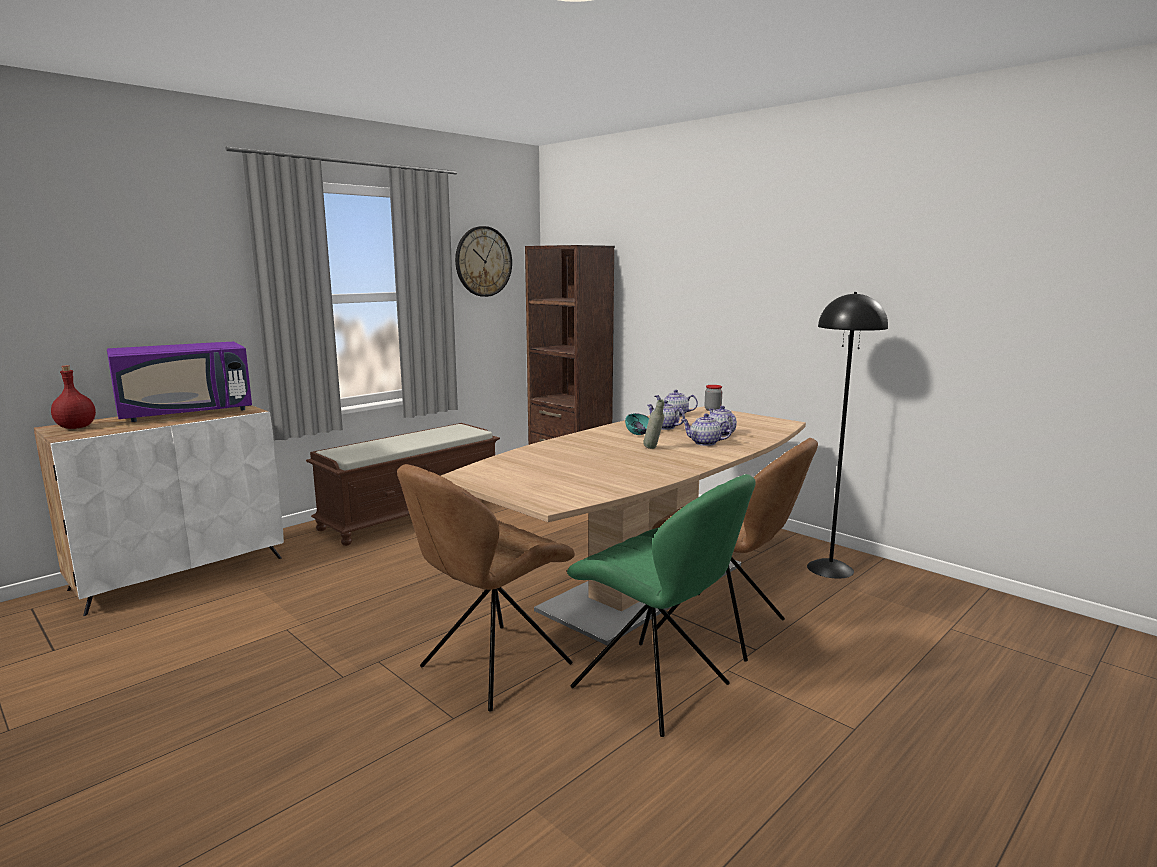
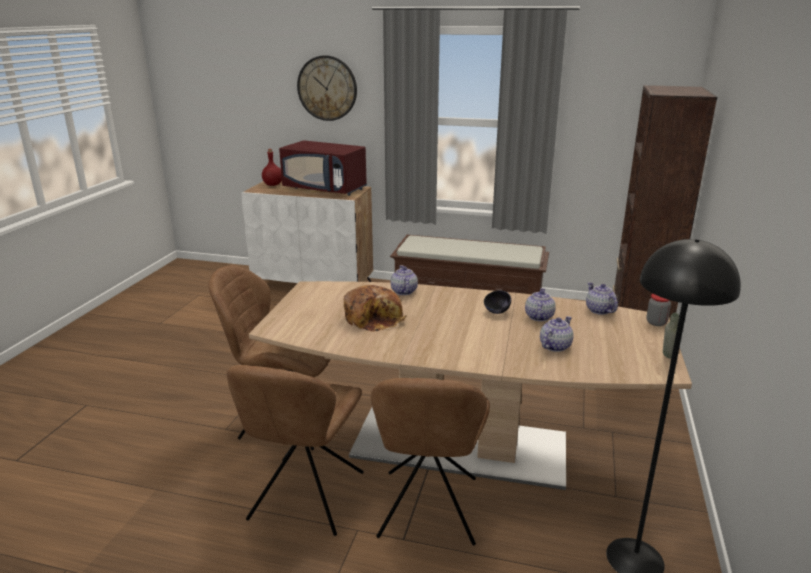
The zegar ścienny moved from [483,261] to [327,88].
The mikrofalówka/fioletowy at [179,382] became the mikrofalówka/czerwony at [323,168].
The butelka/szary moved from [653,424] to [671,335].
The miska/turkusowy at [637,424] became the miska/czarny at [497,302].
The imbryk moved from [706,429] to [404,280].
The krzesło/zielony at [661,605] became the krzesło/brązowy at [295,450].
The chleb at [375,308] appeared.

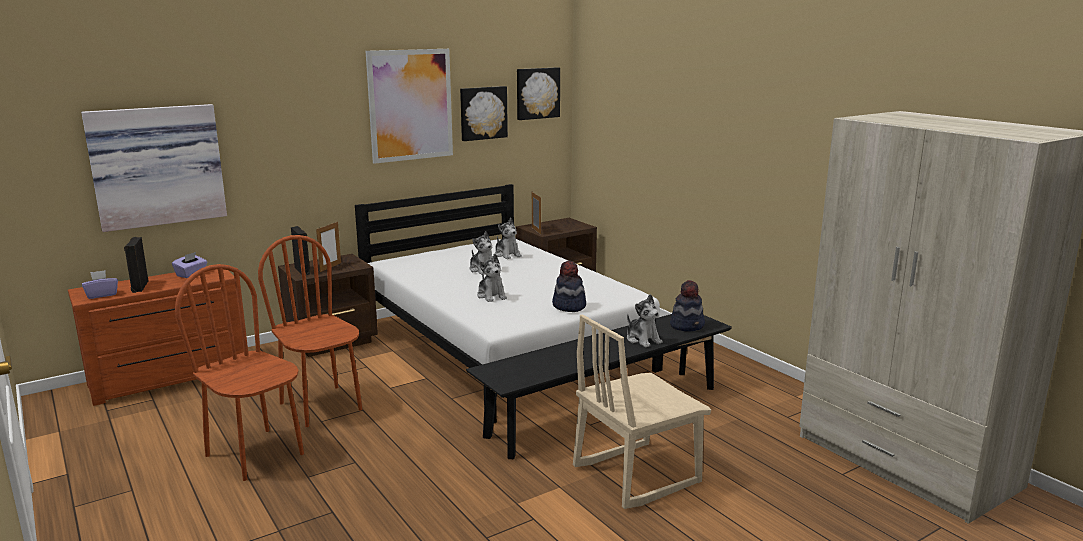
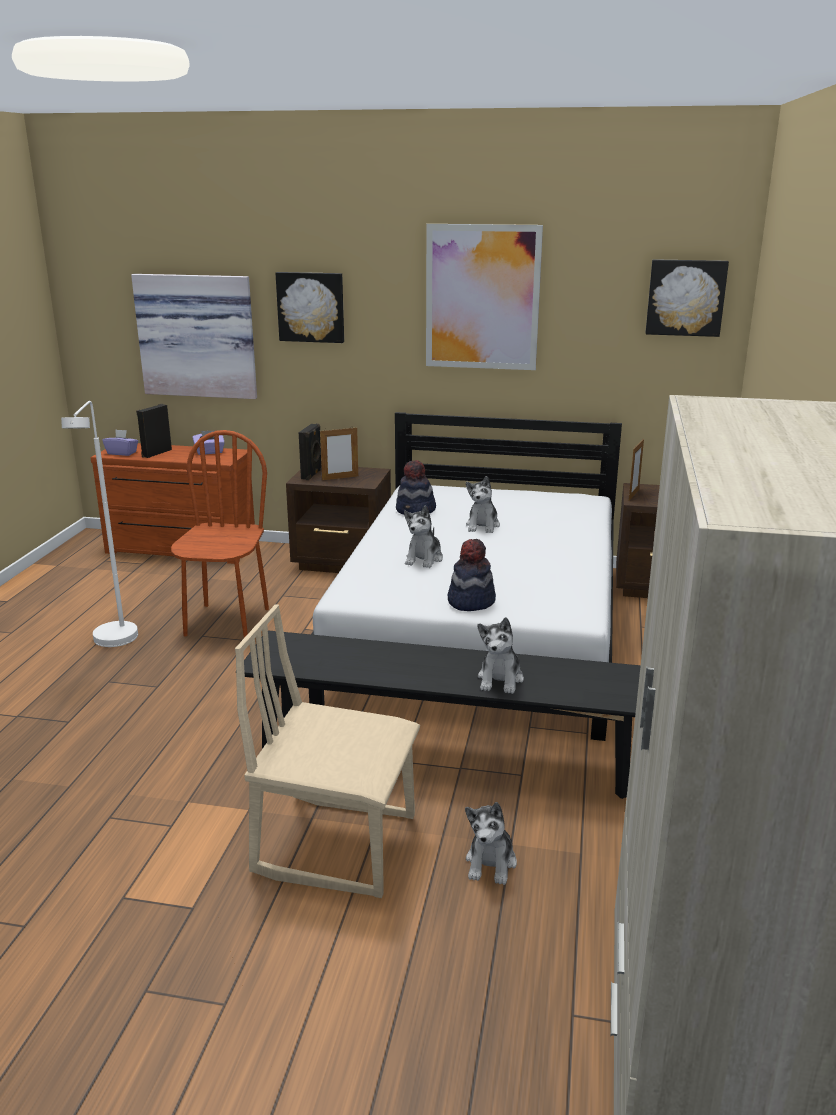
The obraz moved from [484,113] to [309,307].
The pluszak moved from [508,238] to [491,843].
The krzesło/brązowy at [239,372] was replaced by the lampa stojąca/biały at [99,524].
The kapelusz moved from [687,306] to [416,487].

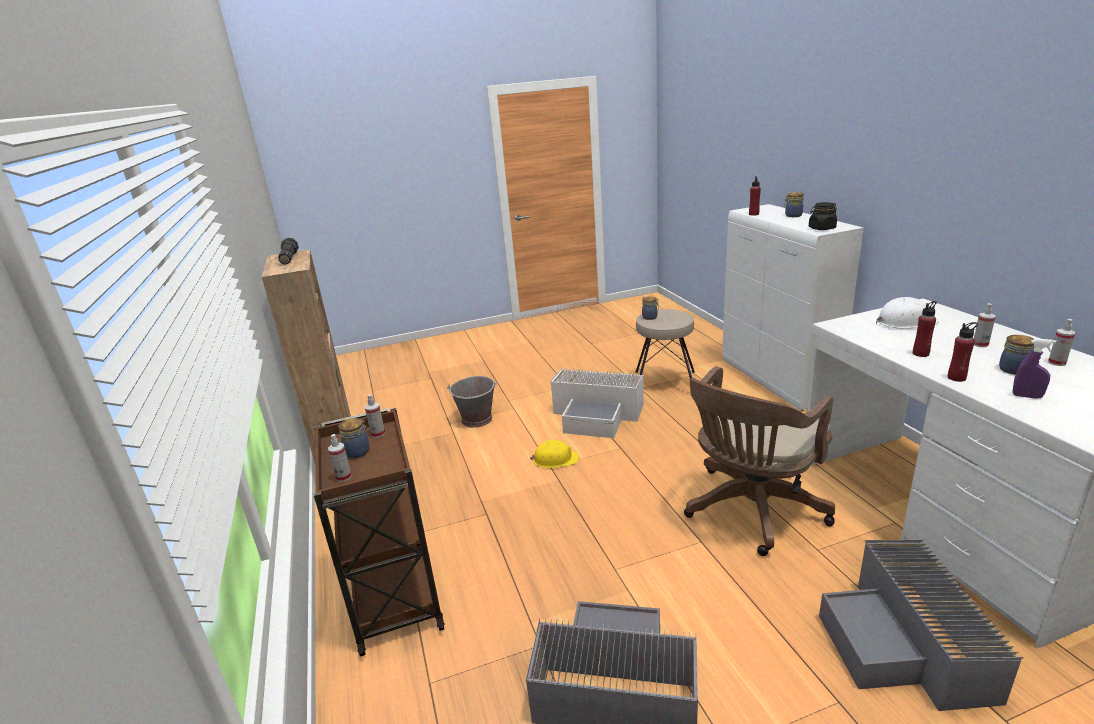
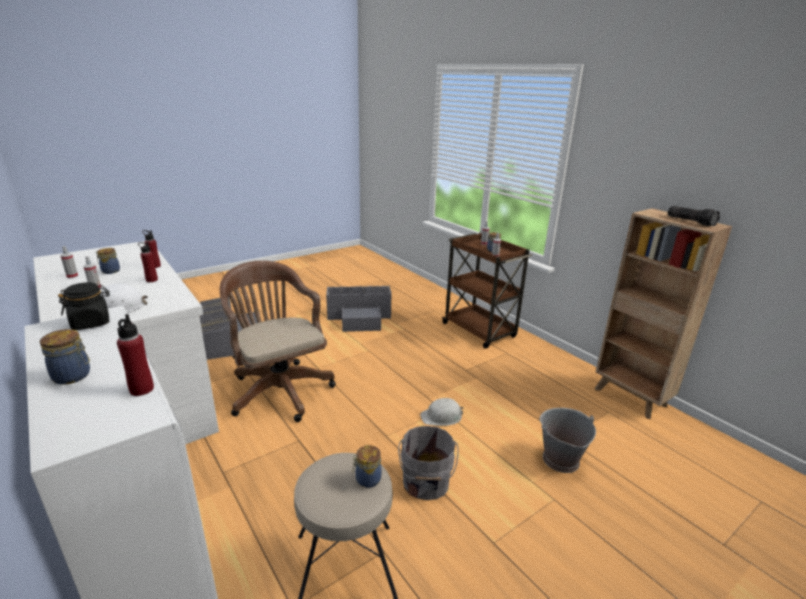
The spryskiwacz/fioletowy at [1034,369] disappeared.
The krzesło biurowe/brązowy at [759,461] turned 60 degrees counterclockwise.
The pojemnik do przechowywania/biały at [597,403] was replaced by the wiadro/szary at [428,463].
The kask/żółty at [554,454] became the kask/biały at [441,412].

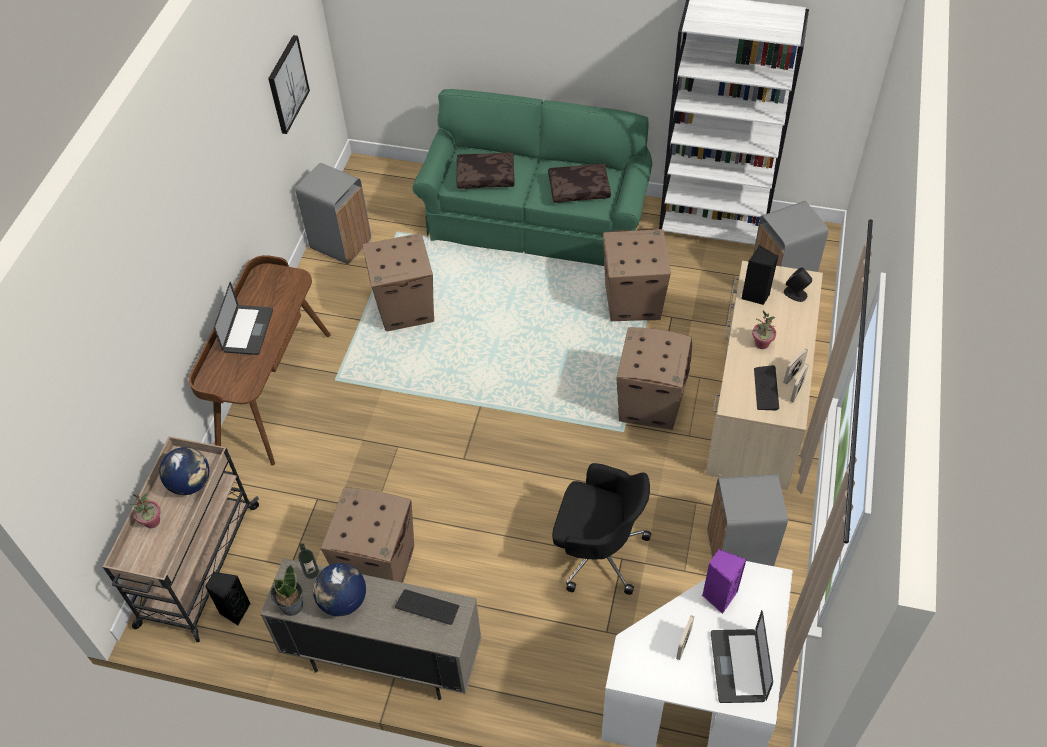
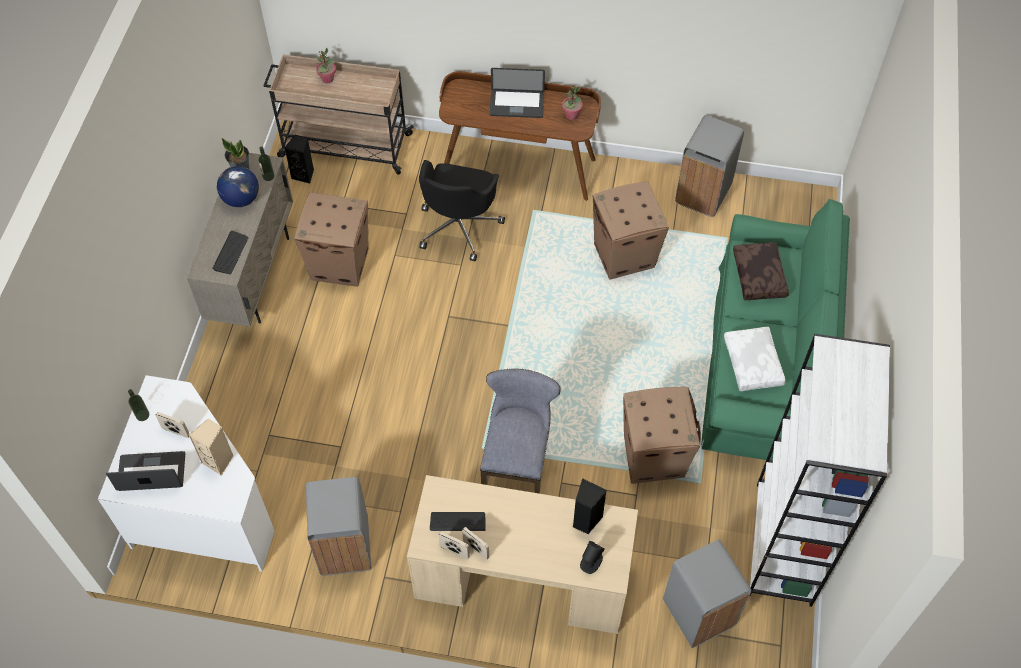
The obraz at [289,84] disappeared.
The poduszka/brązowy at [579,183] became the poduszka/biały at [755,359].
The roślina doniczkowa moved from [764,330] to [572,103].
The karton at [654,378] was replaced by the stołek/szary at [520,431].
The globus at [184,471] disappeared.
The krzesło biurowe/czarny moved from [601,529] to [462,210].
The głośnik/fioletowy at [724,581] became the głośnik/beżowy at [211,447].
The butelka at [138,405] appeared.

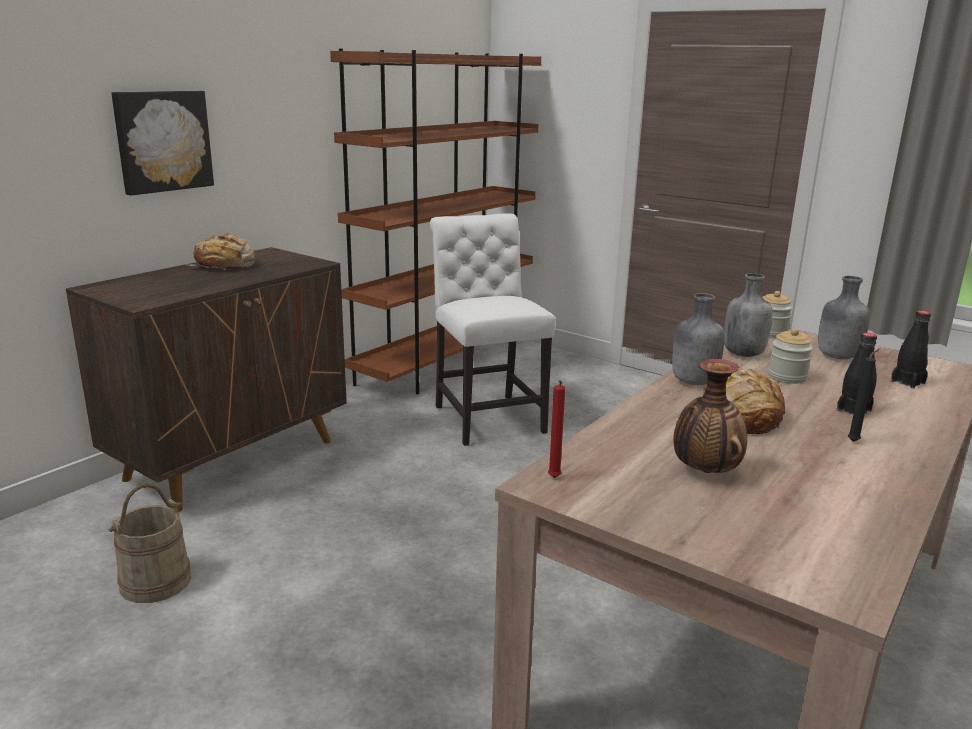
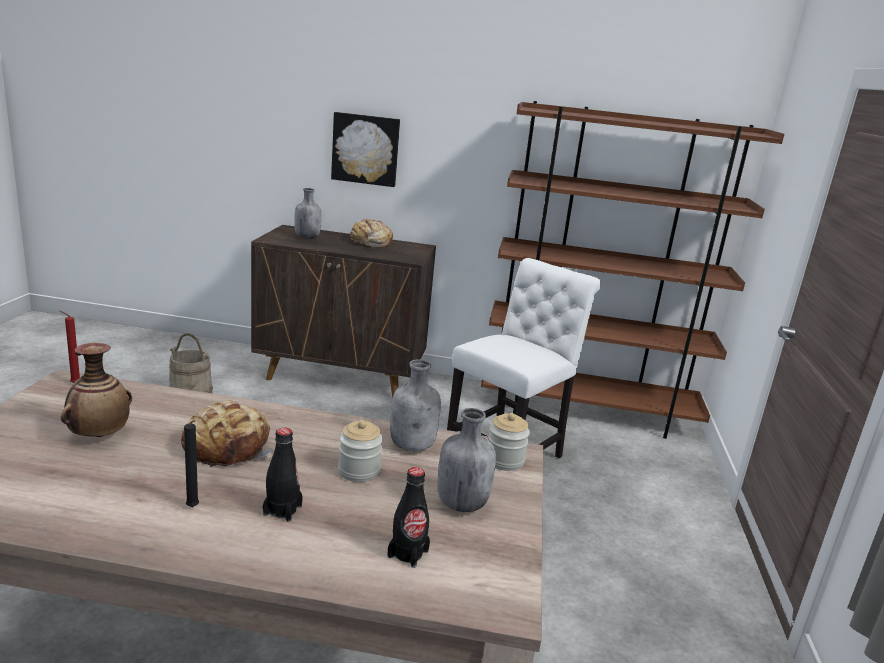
The butelka/szary moved from [698,339] to [307,213].

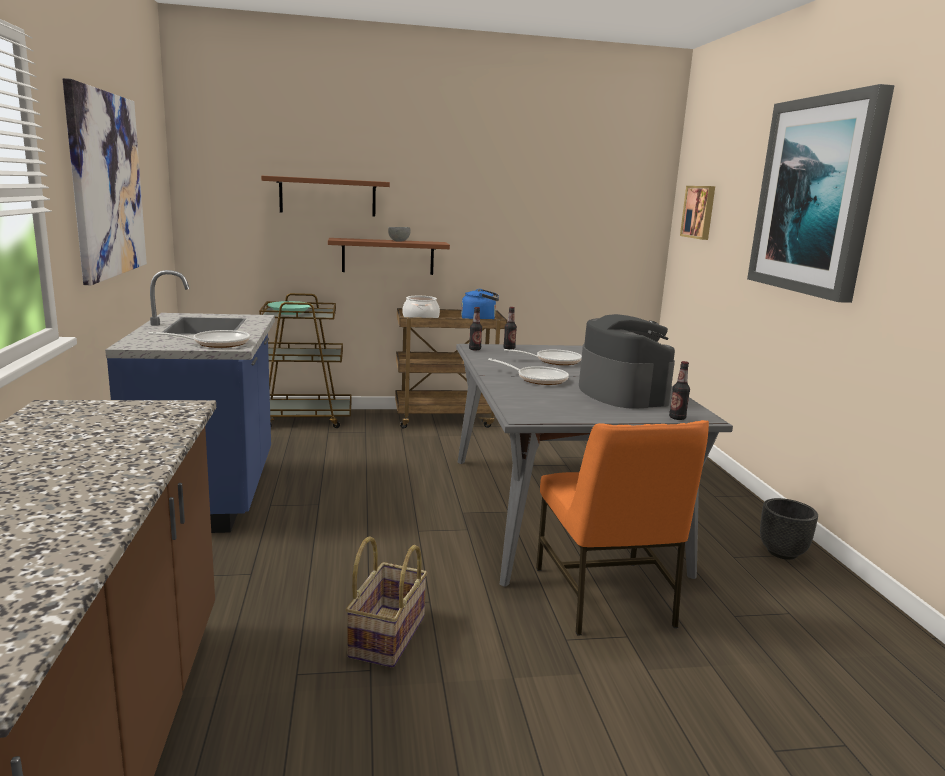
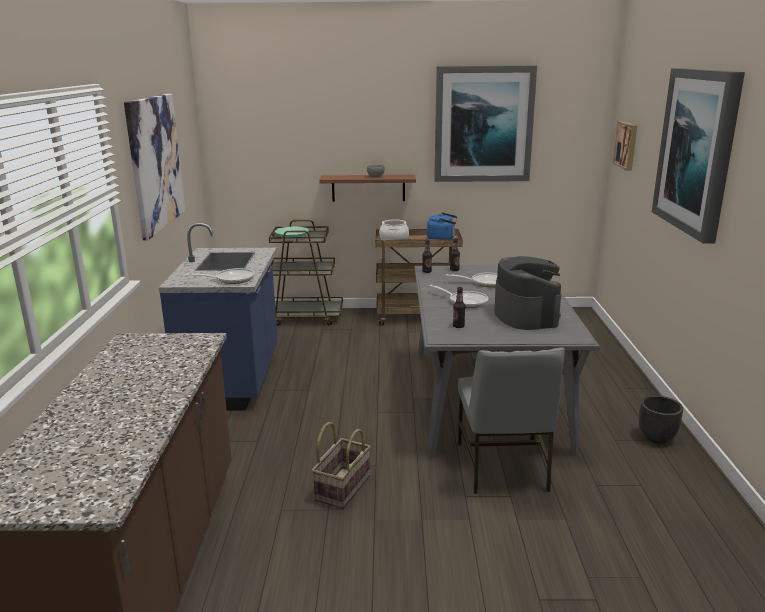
The półka/brązowy at [325,196] disappeared.
The butelka moved from [679,390] to [459,307].
The krzesło/pomarańczowy at [622,528] became the krzesło/szary at [511,421].
The obraz at [485,124] appeared.

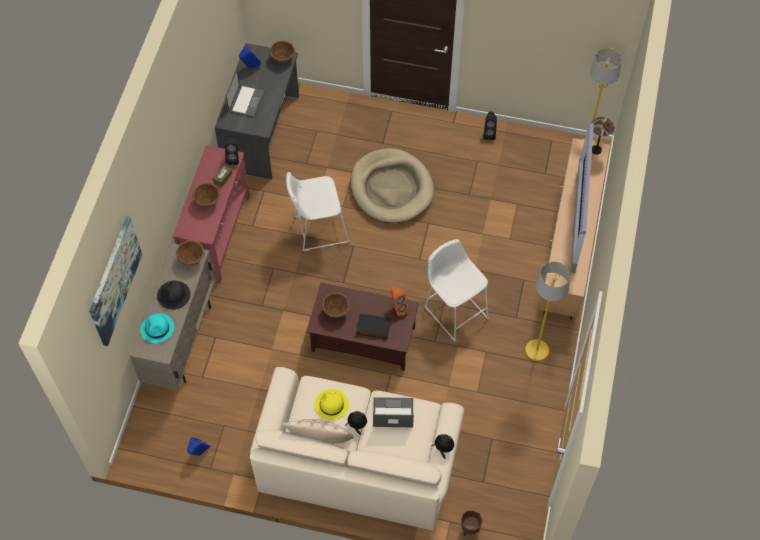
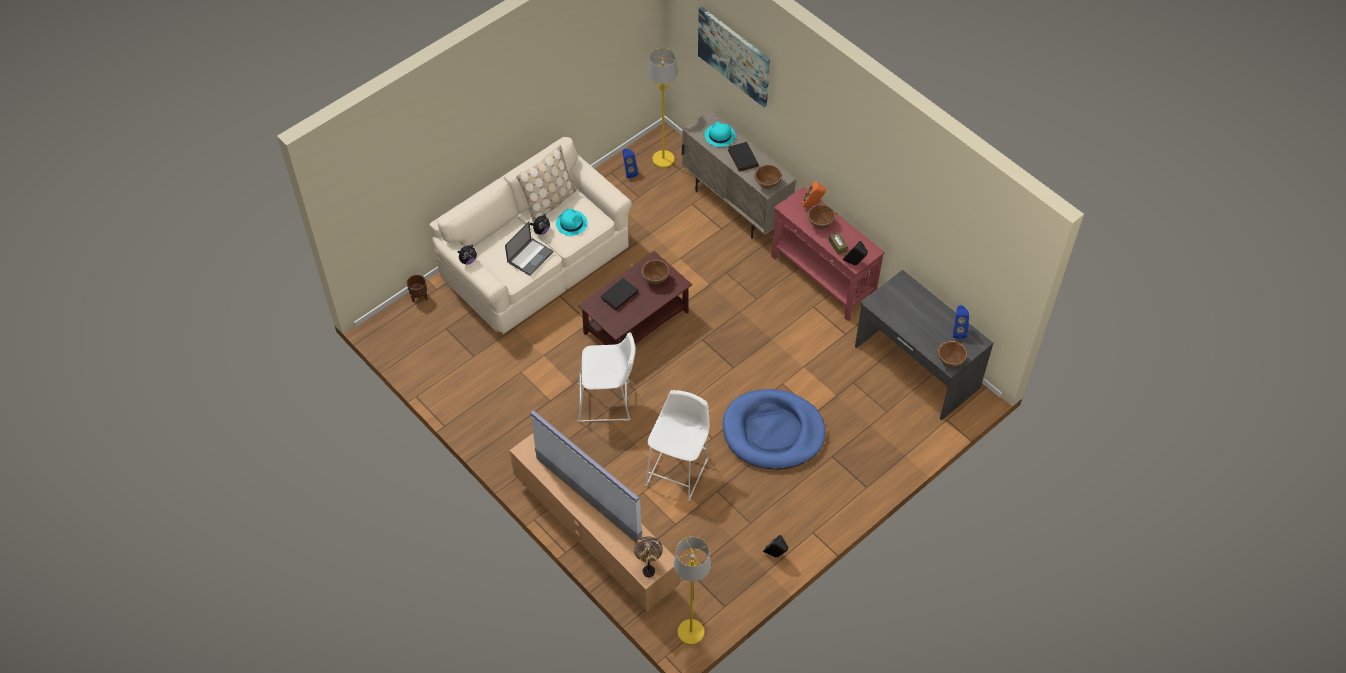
The laptop at [245,93] disappeared.
The legowisko/beżowy at [392,185] became the legowisko/niebieski at [774,429].
The stołek/biały moved from [318,211] to [677,445].
The lampa stojąca/żółty moved from [547,311] to [663,108].
The kapelusz/czarny at [173,295] was replaced by the książka/czarny at [743,157].
The głośnik/pomarańczowy moved from [399,301] to [814,194].
The kapelusz/żółty at [332,404] became the kapelusz/turkusowy at [572,222].

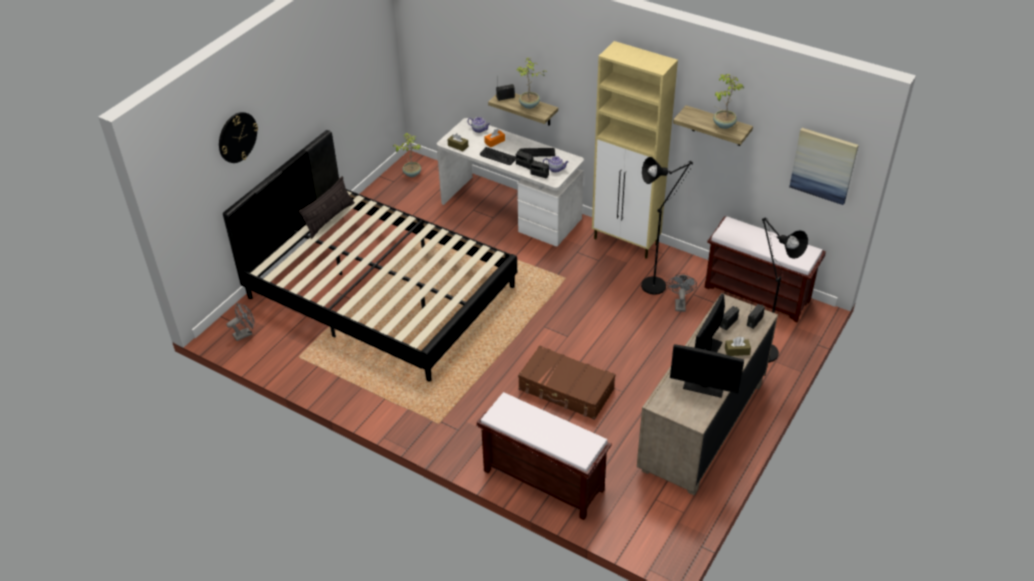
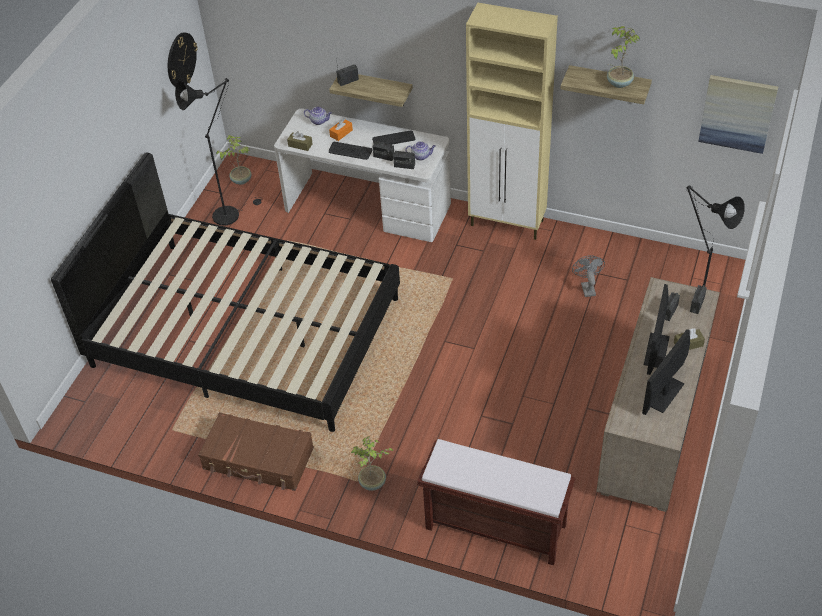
The roślina doniczkowa moved from [532,83] to [372,463].
The zegar ścienny moved from [238,137] to [183,59].
The lampa stojąca/czarny moved from [667,226] to [218,151].
The poduszka at [327,207] disappeared.
The ławka/brązowy at [765,269] disappeared.
The wentylator/szary at [240,322] disappeared.
The monitor at [707,371] turned 120 degrees clockwise.
The walizka/brązowy moved from [566,382] to [256,451].

